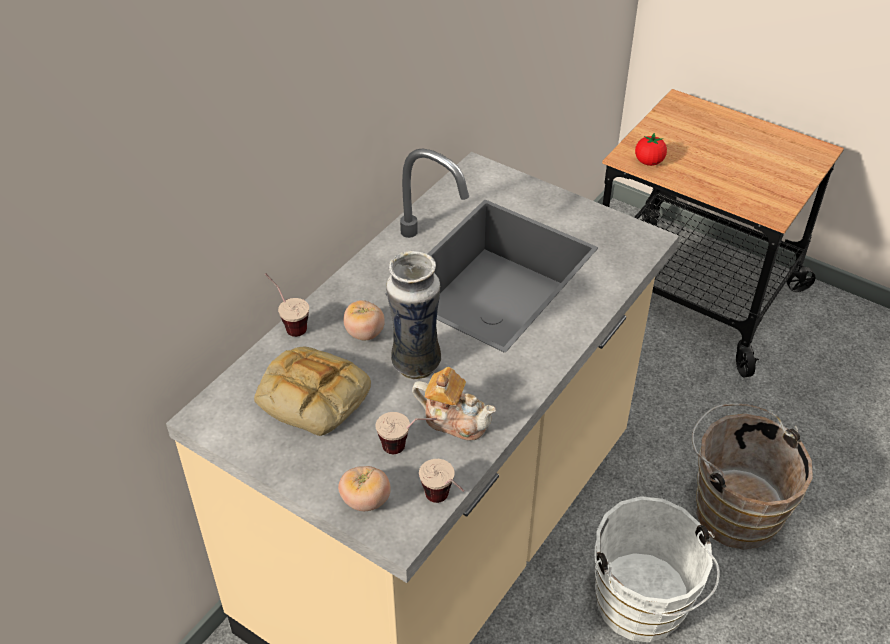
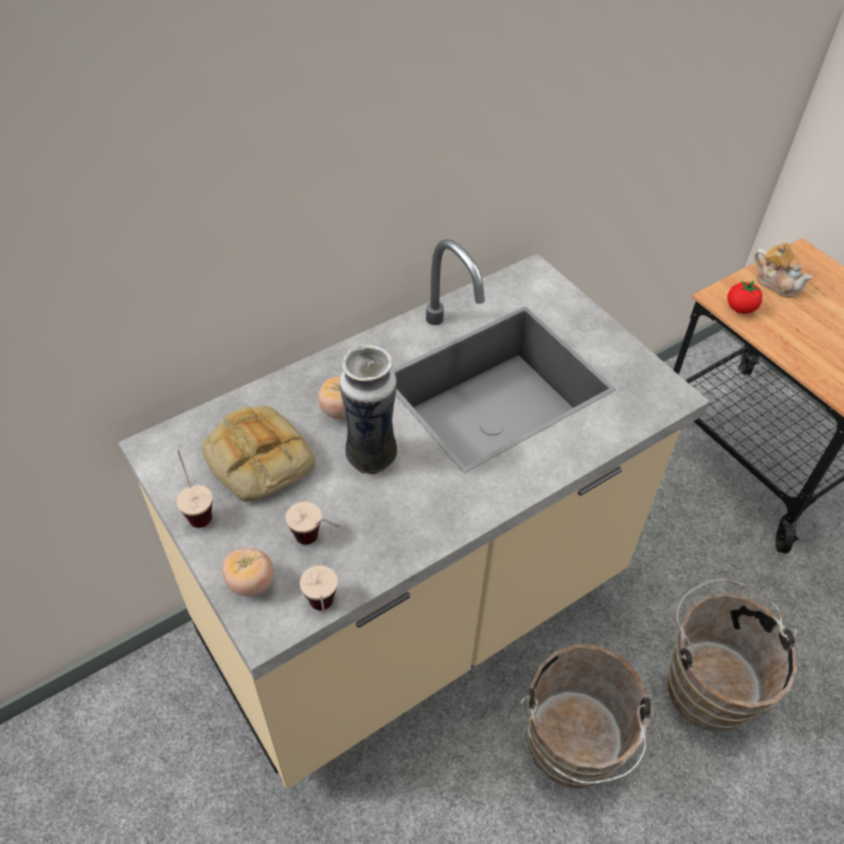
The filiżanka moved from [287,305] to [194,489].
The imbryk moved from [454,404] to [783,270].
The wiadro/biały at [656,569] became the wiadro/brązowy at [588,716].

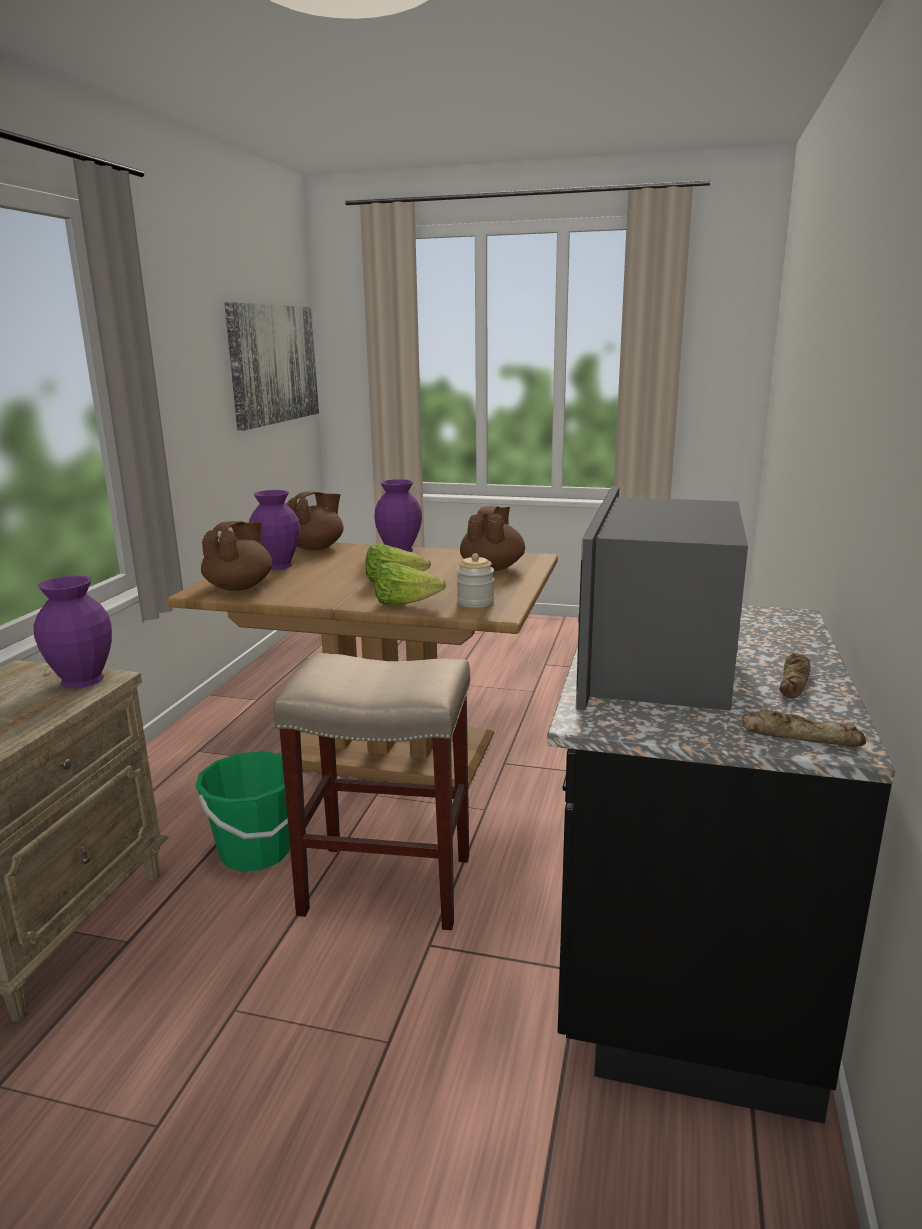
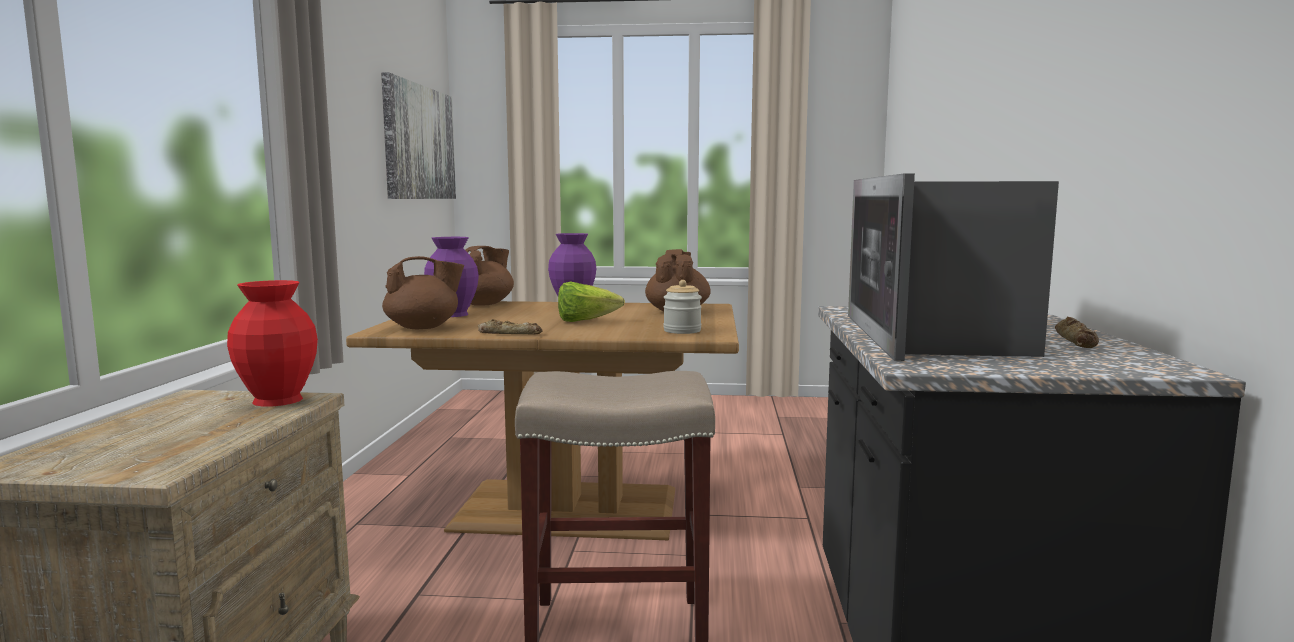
The imbryk/brązowy at [236,556] turned 60 degrees clockwise.
The sałata at [410,583] disappeared.
The wazon/fioletowy at [72,632] became the wazon/czerwony at [272,343].
The chleb moved from [804,728] to [510,327].
The wiadro/zielony at [242,811] disappeared.

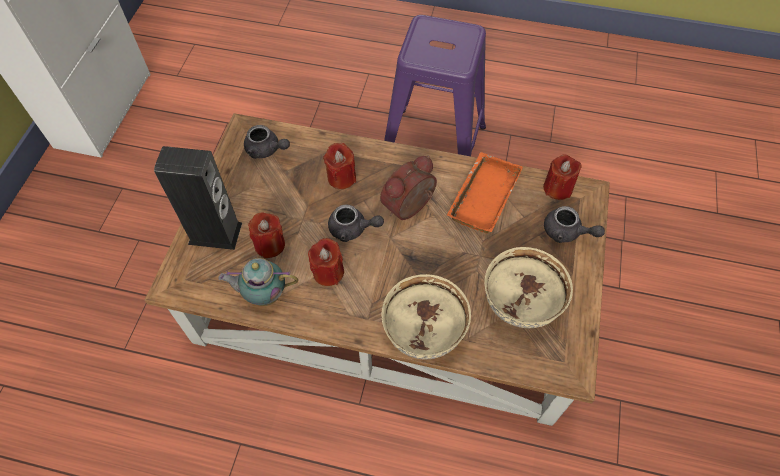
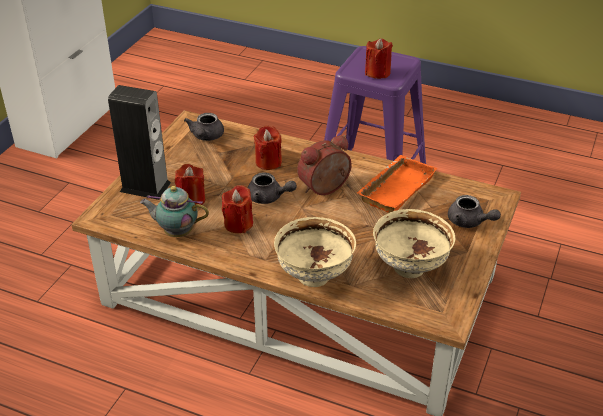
The imbryk/szary at [267,142] turned 60 degrees clockwise.
The świeca/czerwony moved from [562,177] to [379,58].

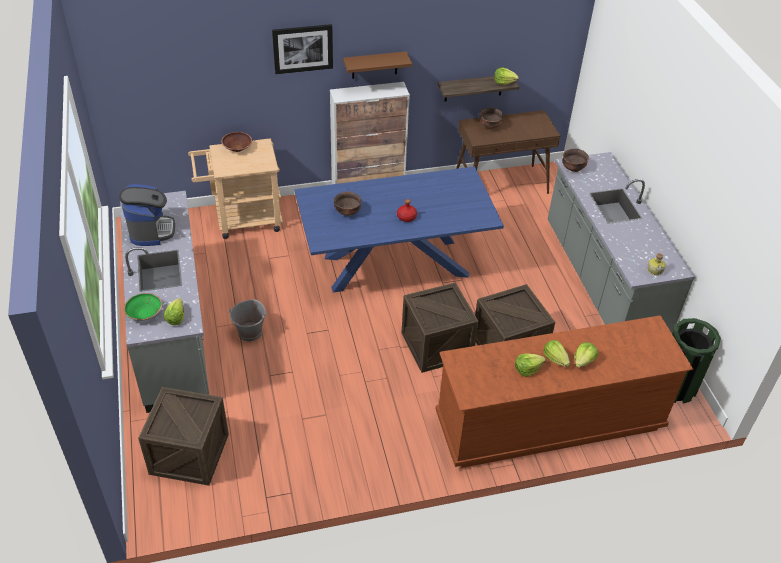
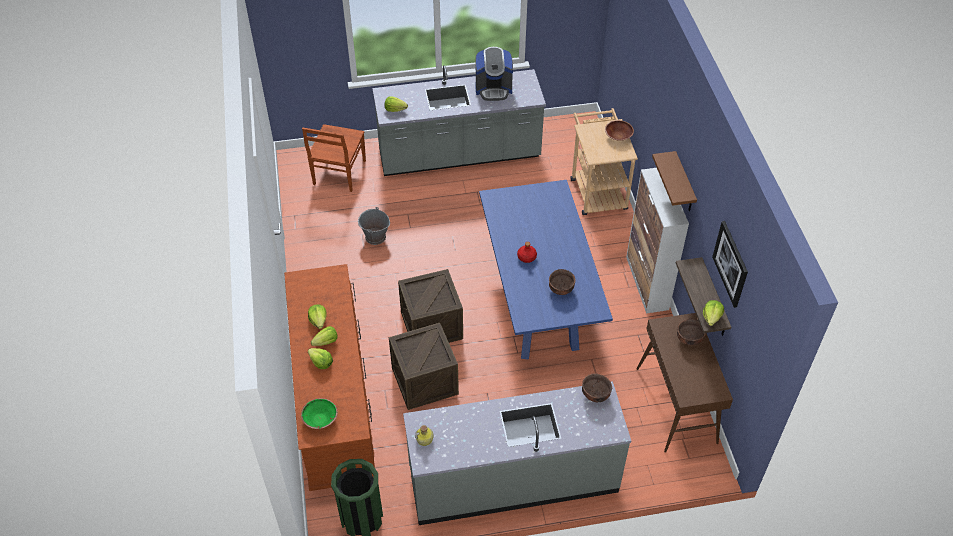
The obraz moved from [302,49] to [730,264].
The miska/brązowy moved from [347,204] to [562,282].
The miska/zielony moved from [143,306] to [319,413].
The wiadro/szary moved from [247,321] to [374,226].
The skrzynka at [183,436] was replaced by the krzesło/brązowy at [334,158].

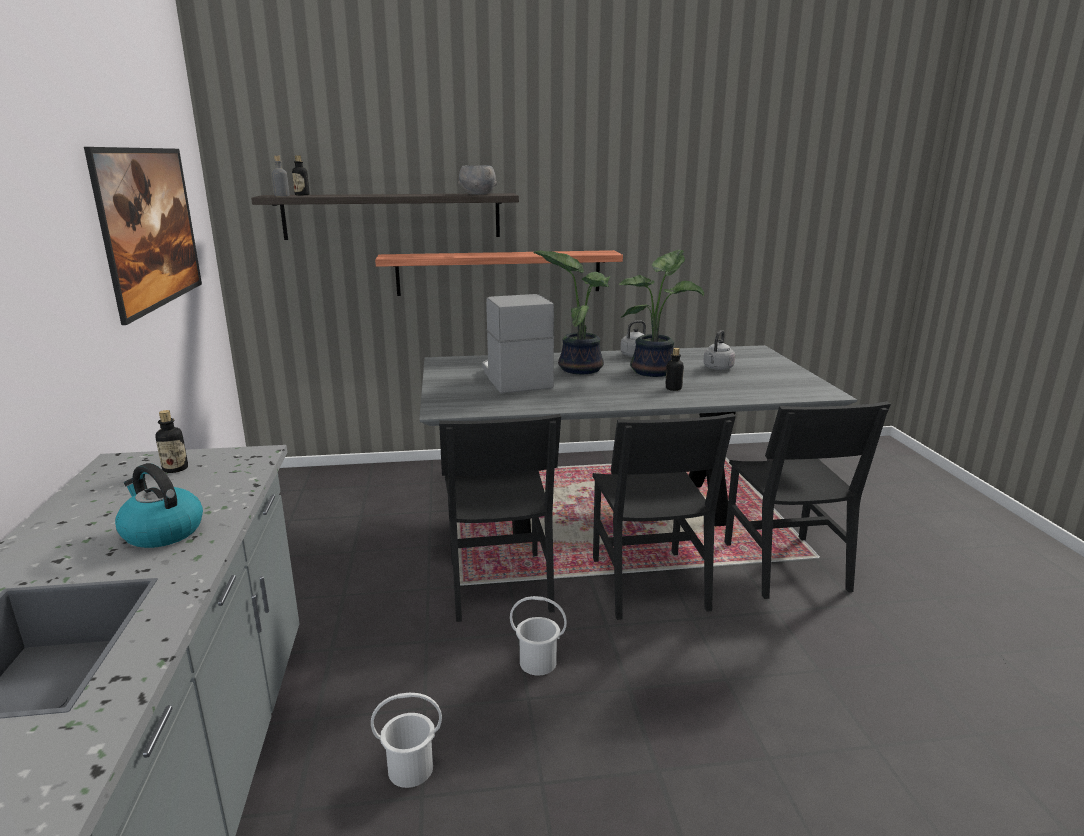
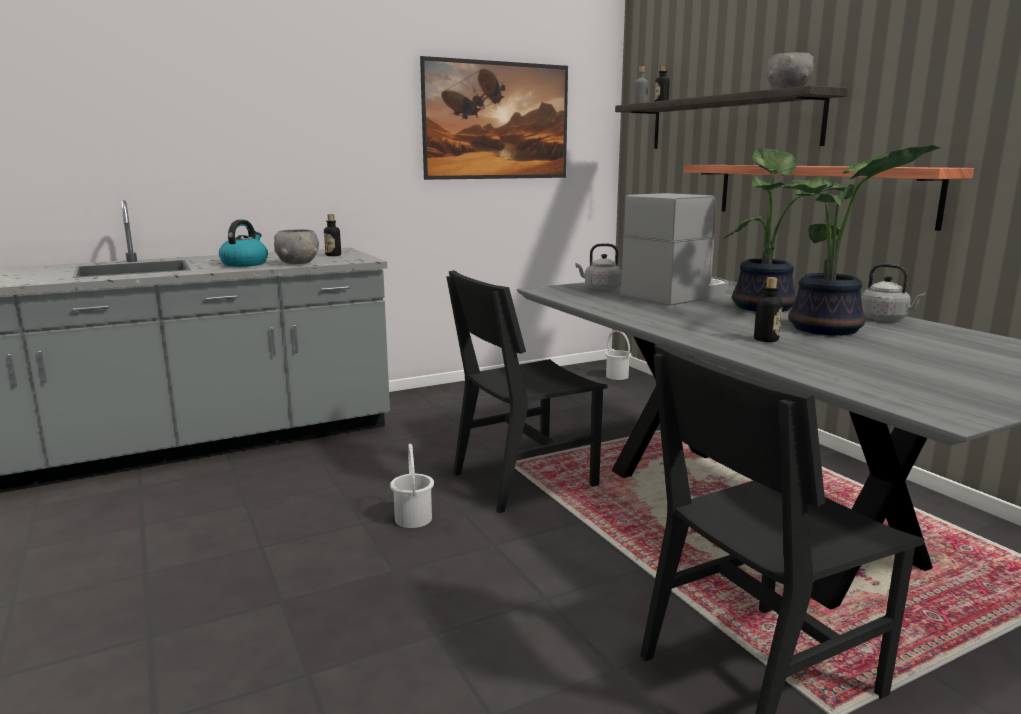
The czajnik/szary moved from [719,350] to [599,267].
The krzesło/czarny at [664,516] disappeared.
The wiadro/biały moved from [406,740] to [618,355].
The miska/szary at [296,246] appeared.

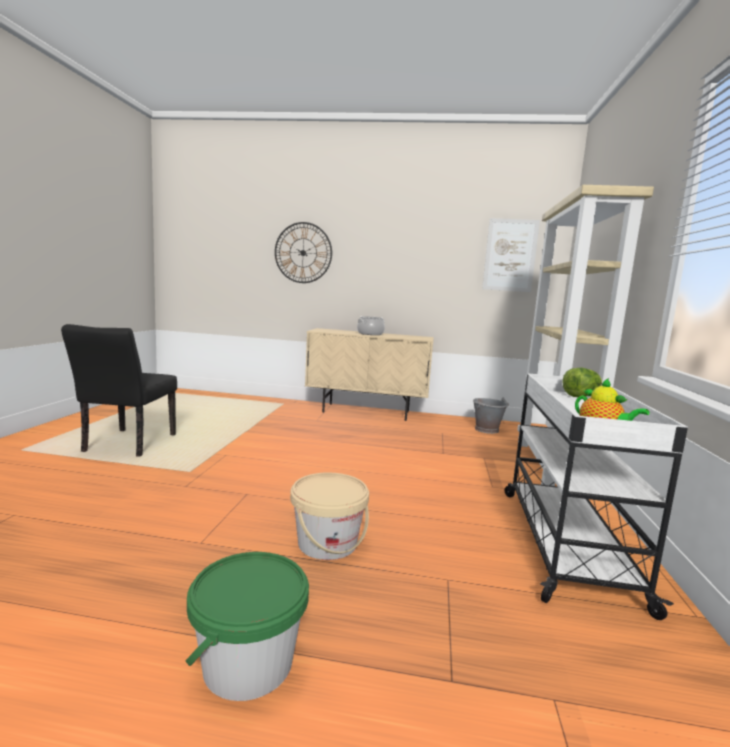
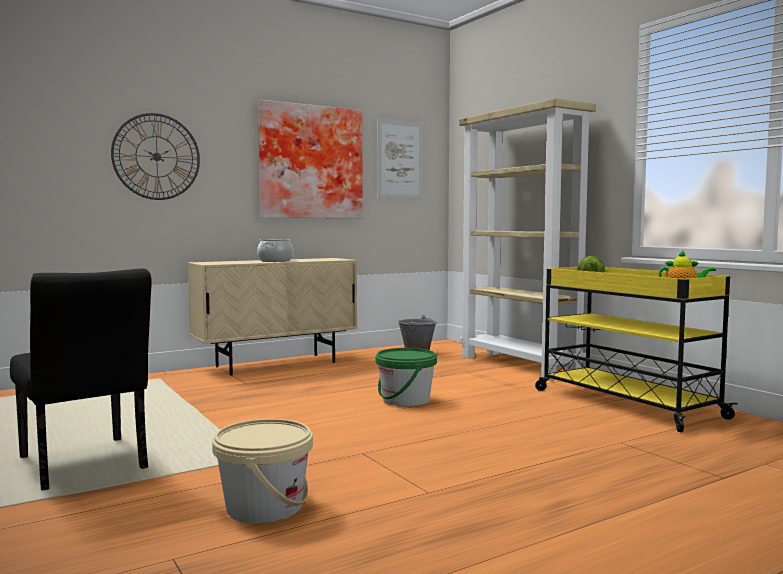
The wózek/biały at [596,496] became the wózek/żółty at [636,349].
The wiadro/beżowy moved from [329,516] to [262,471].
The wiadro/zielony moved from [247,626] to [406,377].
The obraz at [310,159] appeared.

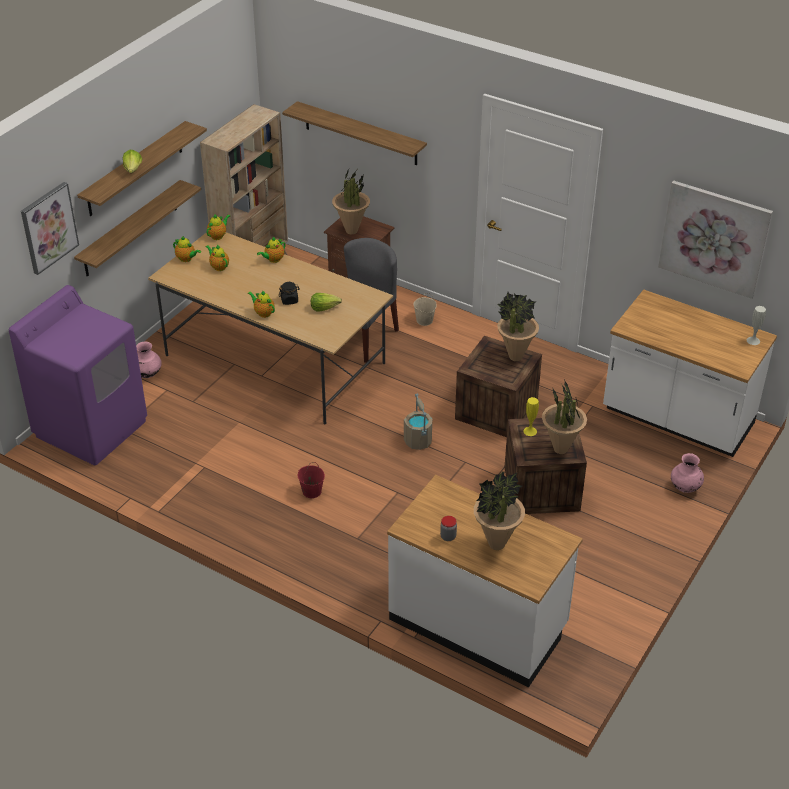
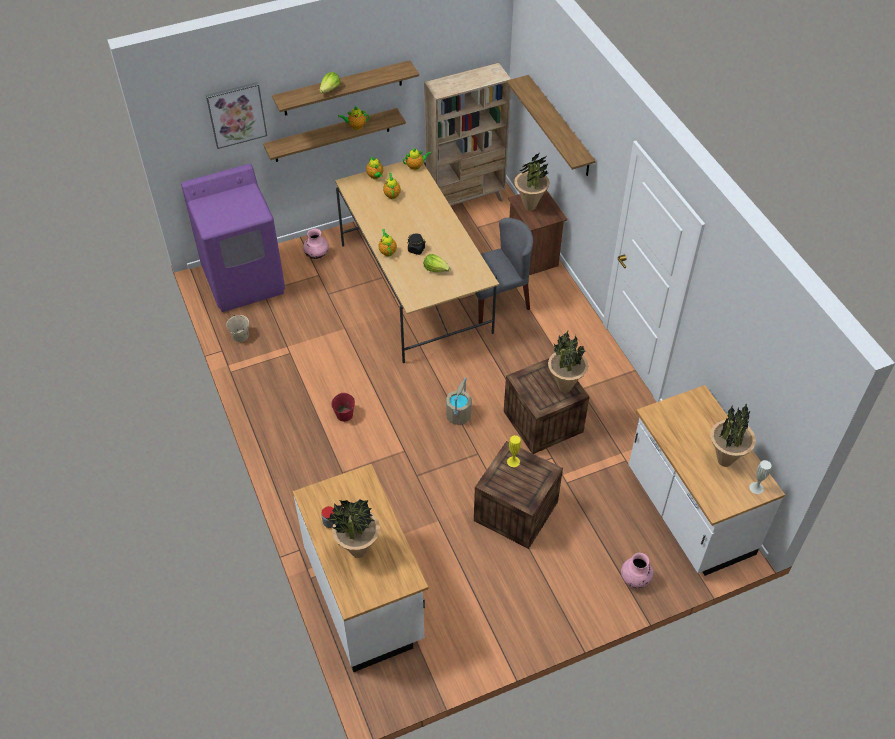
The obraz at [715,240] disappeared.
The imbryk moved from [271,250] to [353,118].
The wiadro/beżowy moved from [425,309] to [238,328].
The roślina doniczkowa moved from [564,416] to [733,435].

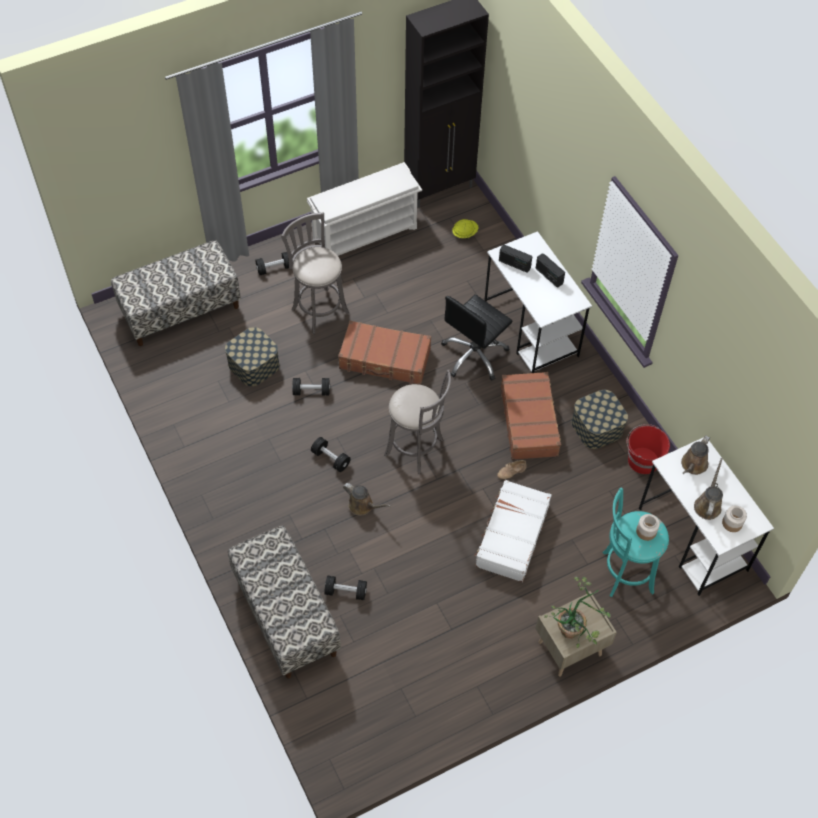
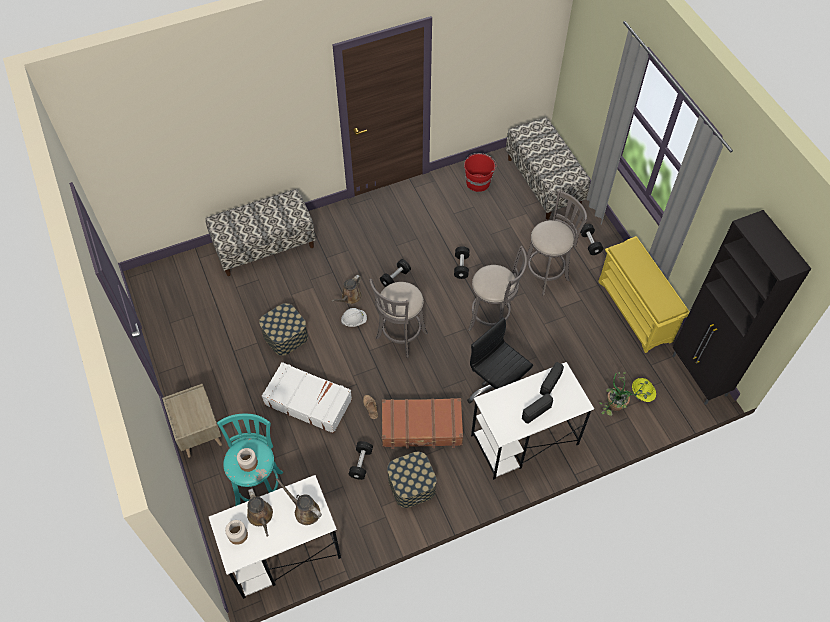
The regał na buty/biały at [364,209] became the regał na buty/żółty at [644,294].
The walizka/brązowy at [384,353] was replaced by the stołek/szary at [497,288].
The pojemnik do przechowywania moved from [252,357] to [283,329].
The wiadro/czerwony moved from [648,449] to [480,172].
The konewka/brązowy at [708,489] turned 45 degrees clockwise.
The hantel/czarny moved from [345,588] to [361,460].
The roślina doniczkowa moved from [577,612] to [625,394].
The kask/biały at [354,317] appeared.

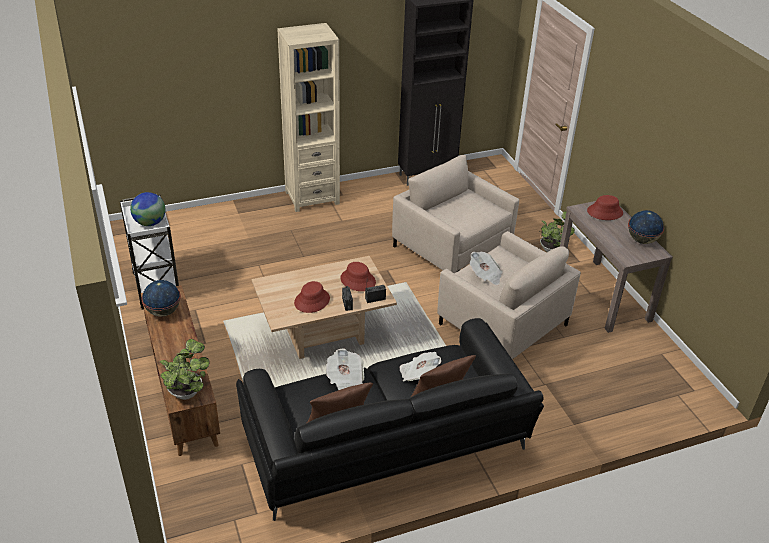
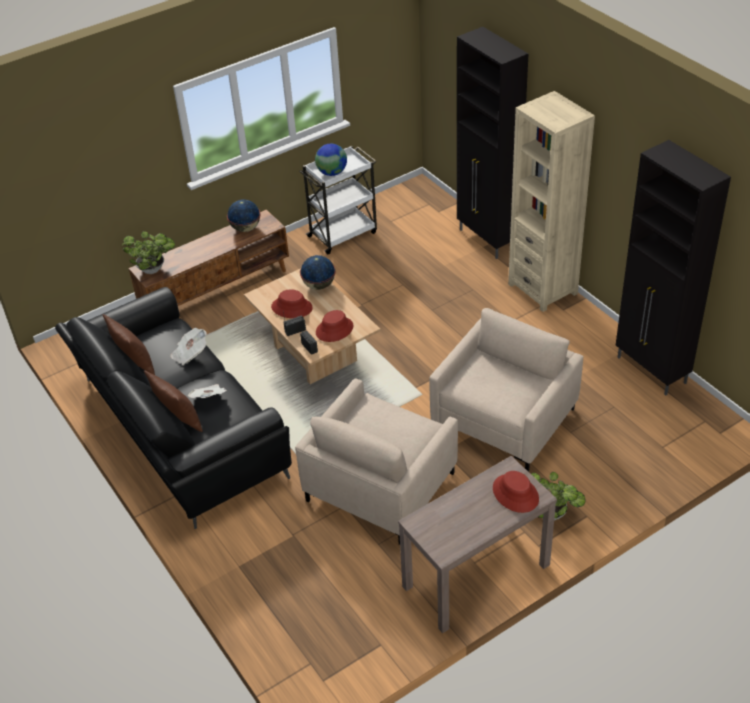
The globus moved from [646,227] to [318,272].
The gazeta at [486,268] disappeared.
The szafka/czarny at [492,143] appeared.

